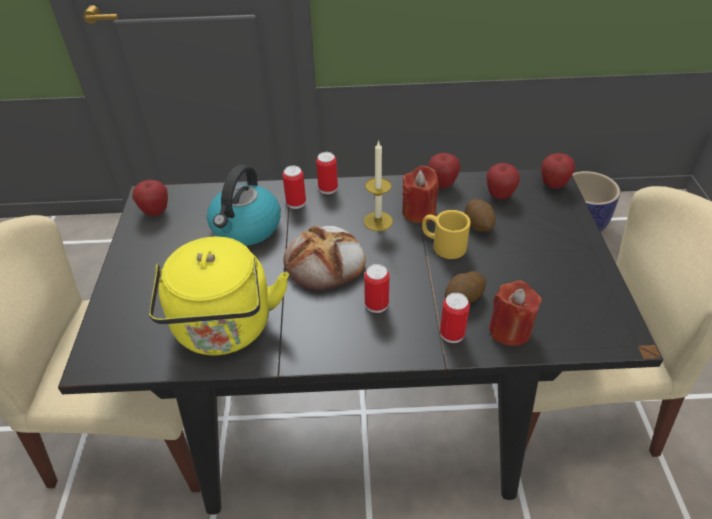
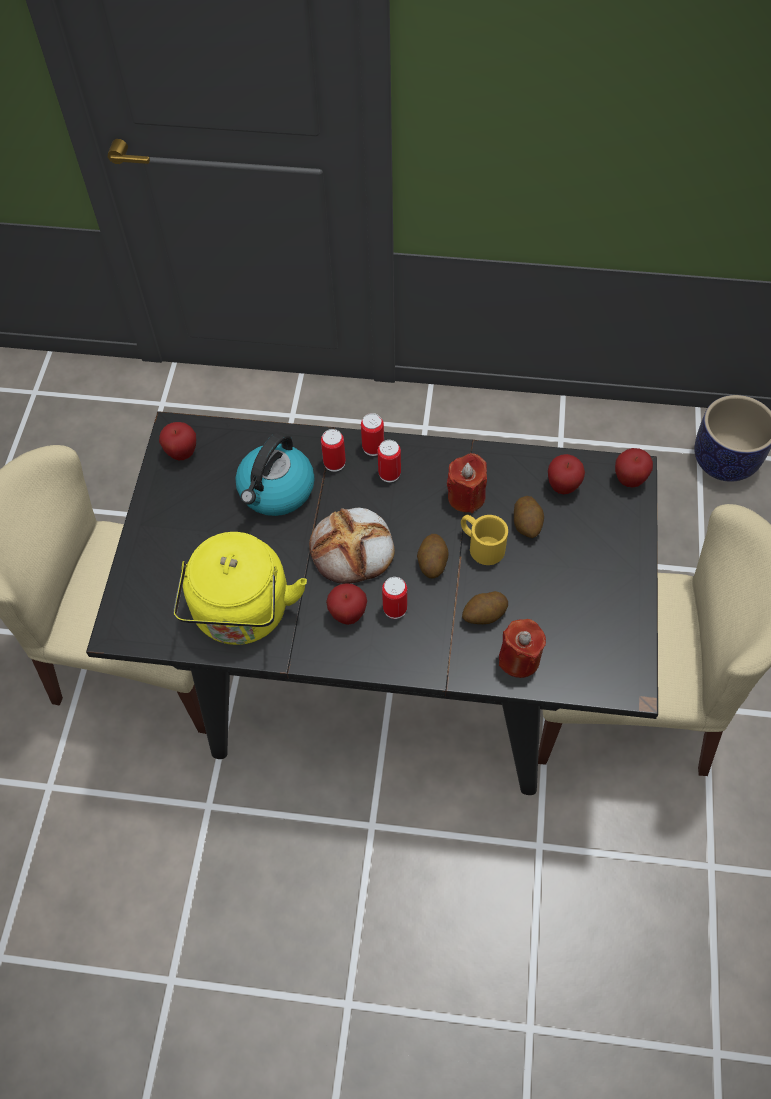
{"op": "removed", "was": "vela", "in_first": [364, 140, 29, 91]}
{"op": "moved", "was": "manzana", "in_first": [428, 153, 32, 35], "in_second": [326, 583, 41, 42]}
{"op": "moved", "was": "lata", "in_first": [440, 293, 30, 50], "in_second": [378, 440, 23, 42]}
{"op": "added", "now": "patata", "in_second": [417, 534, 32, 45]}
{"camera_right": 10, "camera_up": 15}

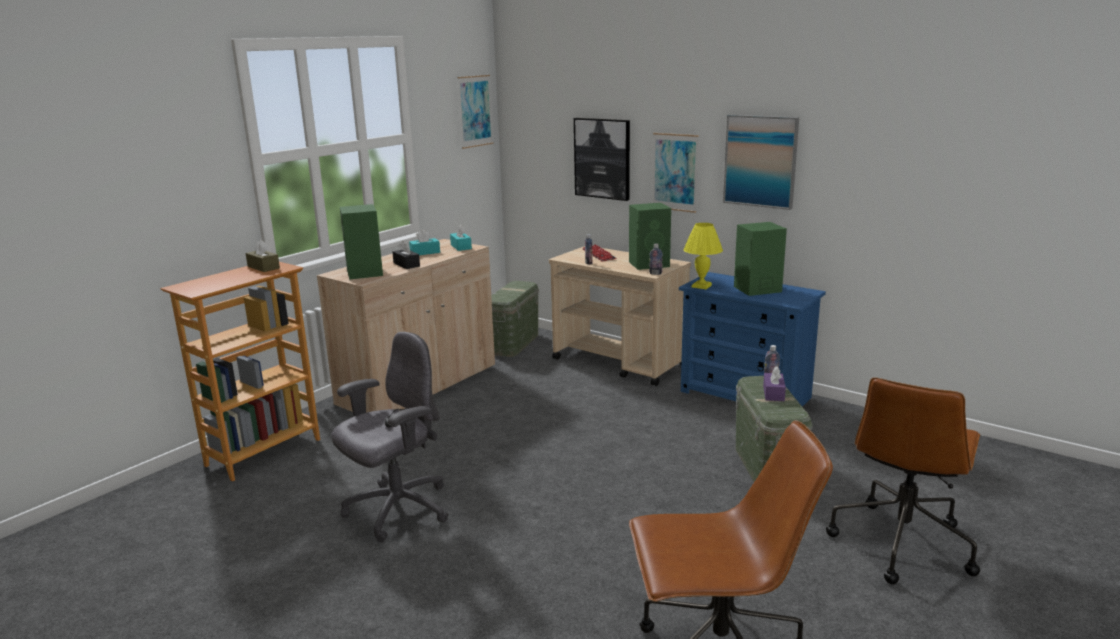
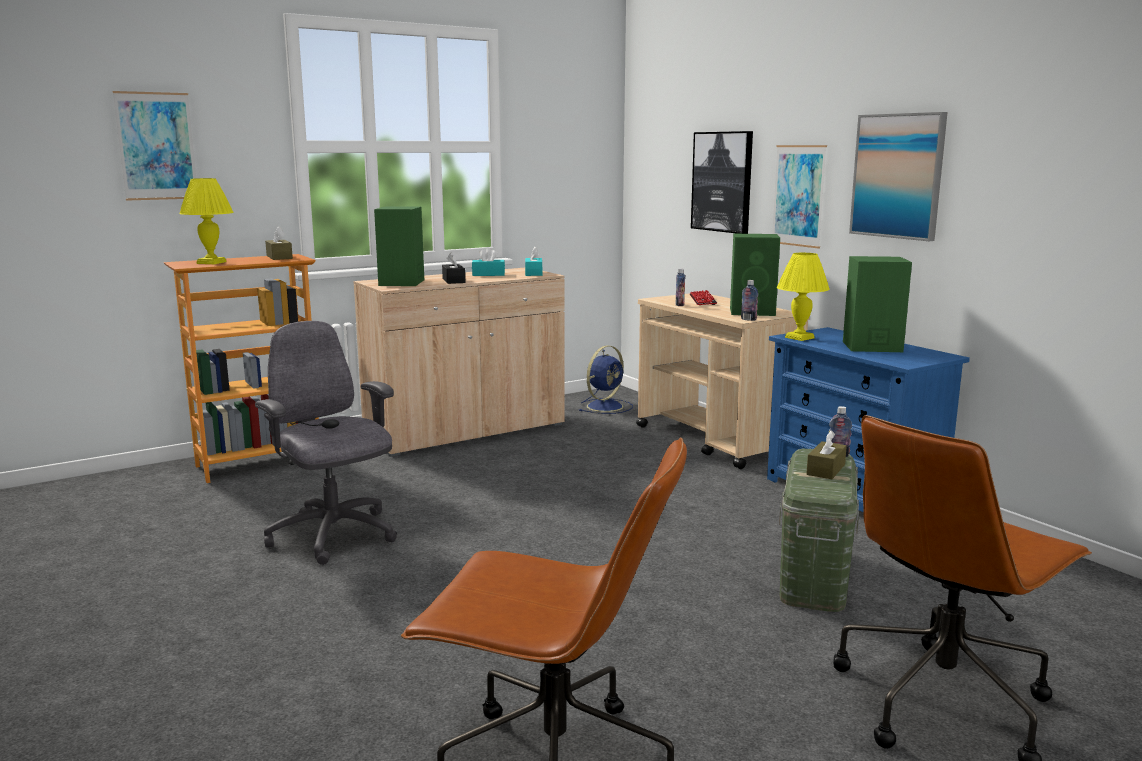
{"op": "turned", "was": "silla de oficina [gris]", "in_first": [331, 332, 118, 210], "in_second": [255, 321, 142, 244], "clockwise": -105}
{"op": "moved", "was": "cuadro", "in_first": [458, 75, 35, 74], "in_second": [113, 91, 83, 110]}
{"op": "replaced", "was": "caja de almacenaje [verde]", "now": "ventilador [azul]", "in_first": [491, 281, 48, 76], "in_second": [579, 345, 54, 69]}
{"op": "recoloured", "was": "caja de pañuelos [morado]", "now": "caja de pañuelos [marrón]", "in_first": [763, 366, 23, 35], "in_second": [806, 430, 41, 49]}
{"op": "added", "now": "lámpara de mesa [amarillo]", "in_second": [179, 178, 55, 86]}
{"camera_right": 20, "camera_up": -5}

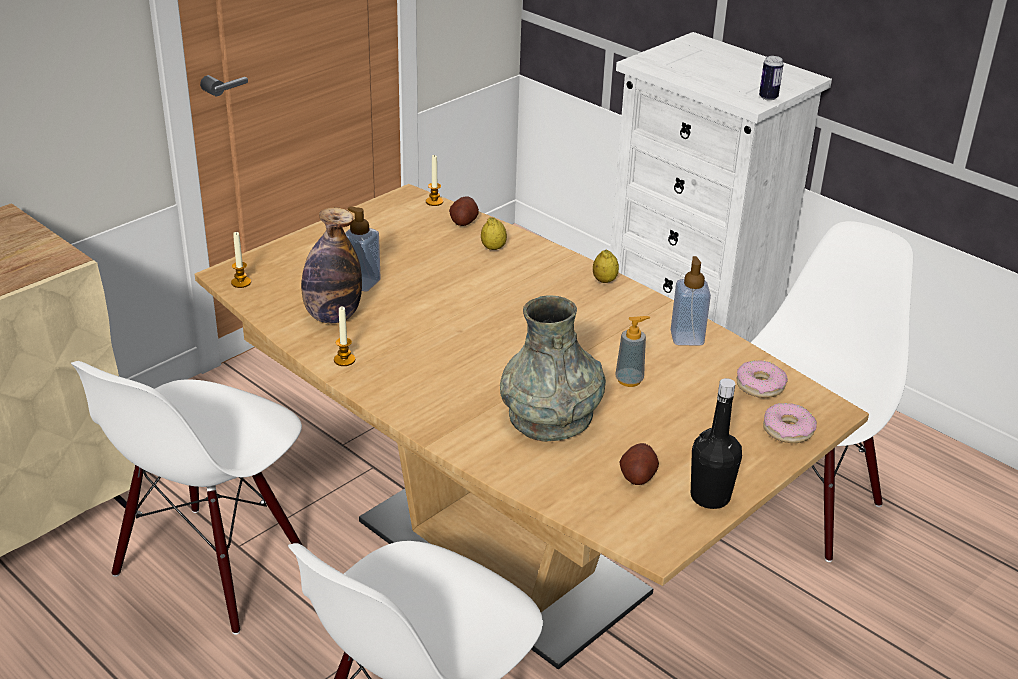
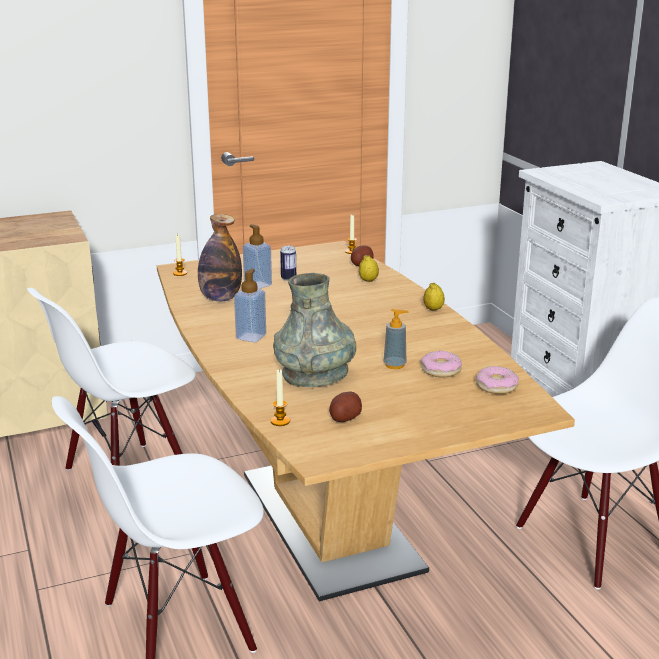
{"op": "moved", "was": "vela", "in_first": [334, 306, 21, 60], "in_second": [271, 369, 19, 57]}
{"op": "moved", "was": "dispensador de jabón", "in_first": [671, 256, 40, 90], "in_second": [234, 269, 32, 73]}
{"op": "removed", "was": "botella [negro]", "in_first": [691, 378, 51, 131]}
{"op": "moved", "was": "lata", "in_first": [759, 56, 24, 45], "in_second": [280, 246, 16, 35]}
{"op": "moved", "was": "rosquilla", "in_first": [763, 403, 54, 40], "in_second": [421, 351, 41, 26]}
{"camera_right": 25, "camera_up": -10}

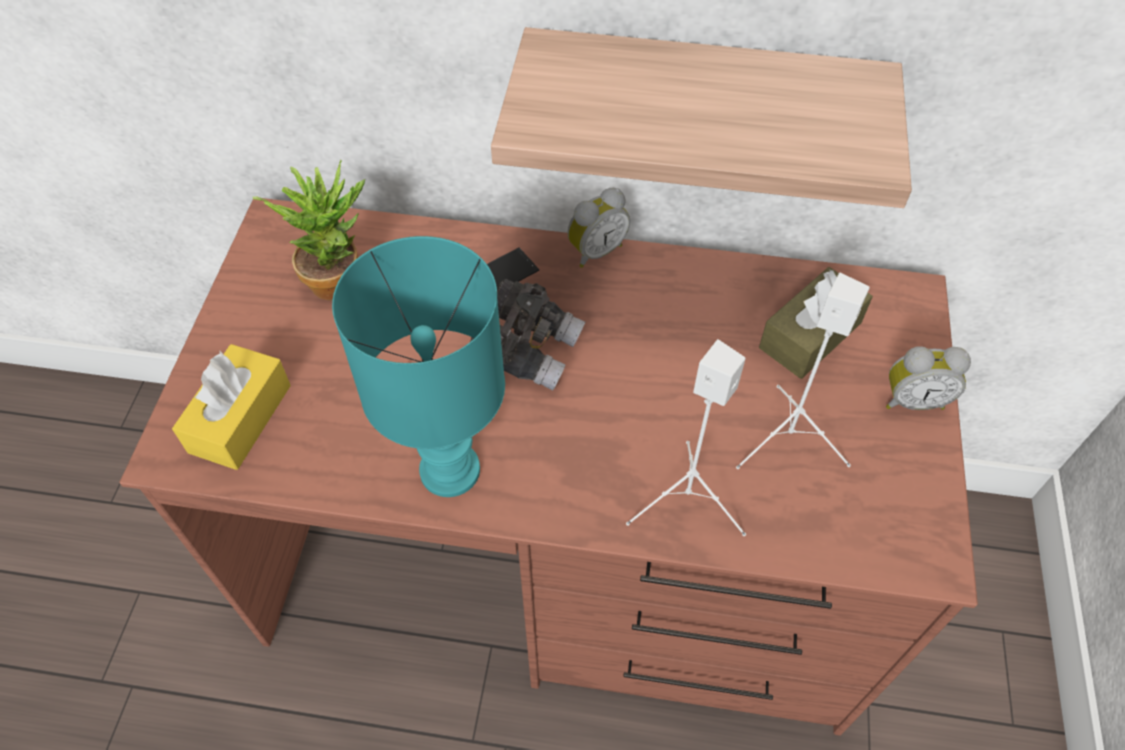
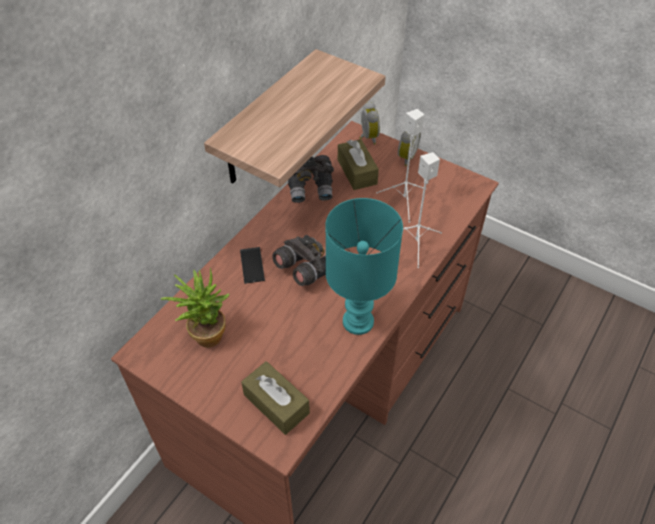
{"op": "recoloured", "was": "caja de pañuelos [amarillo]", "now": "caja de pañuelos [marrón]", "in_first": [172, 344, 119, 126], "in_second": [241, 361, 69, 74]}
{"op": "moved", "was": "despertador", "in_first": [567, 188, 63, 80], "in_second": [360, 101, 20, 44]}
{"op": "added", "now": "prismáticos [gris]", "in_second": [288, 155, 46, 48]}
{"camera_right": -65, "camera_up": -5}

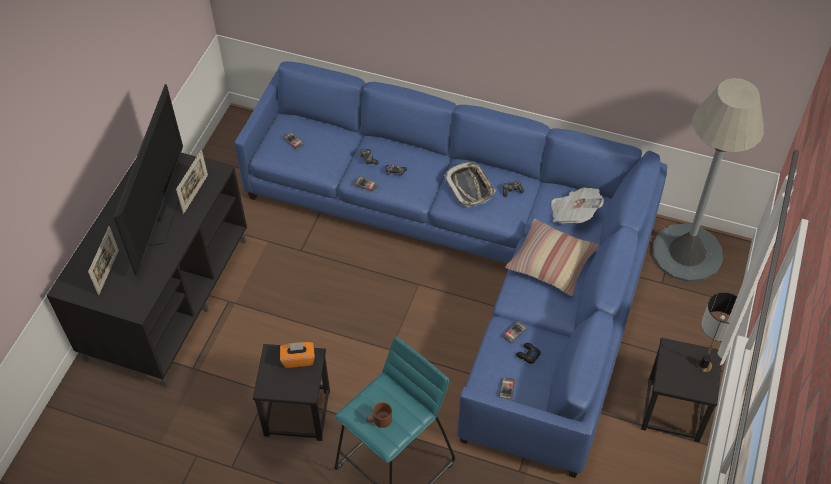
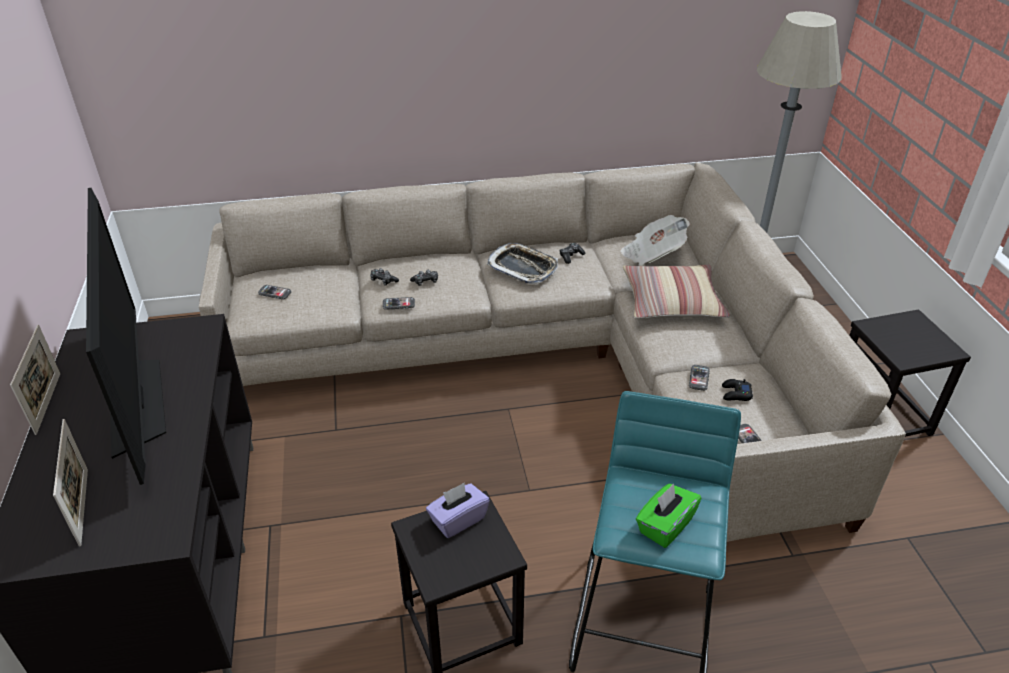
{"op": "moved", "was": "portarretratos", "in_first": [176, 150, 32, 64], "in_second": [10, 325, 50, 110]}
{"op": "recoloured", "was": "sofá [azul]", "now": "sofá [beis]", "in_first": [235, 61, 432, 417], "in_second": [199, 162, 707, 380]}
{"op": "recoloured", "was": "caja de pañuelos [naranja]", "now": "caja de pañuelos [morado]", "in_first": [280, 342, 35, 26], "in_second": [426, 483, 64, 55]}
{"op": "replaced", "was": "taza grande [marrón]", "now": "caja de pañuelos [verde]", "in_first": [367, 402, 25, 26], "in_second": [636, 484, 65, 64]}
{"op": "removed", "was": "lámpara de mesa", "in_first": [696, 292, 46, 80]}
{"camera_right": -30, "camera_up": -15}

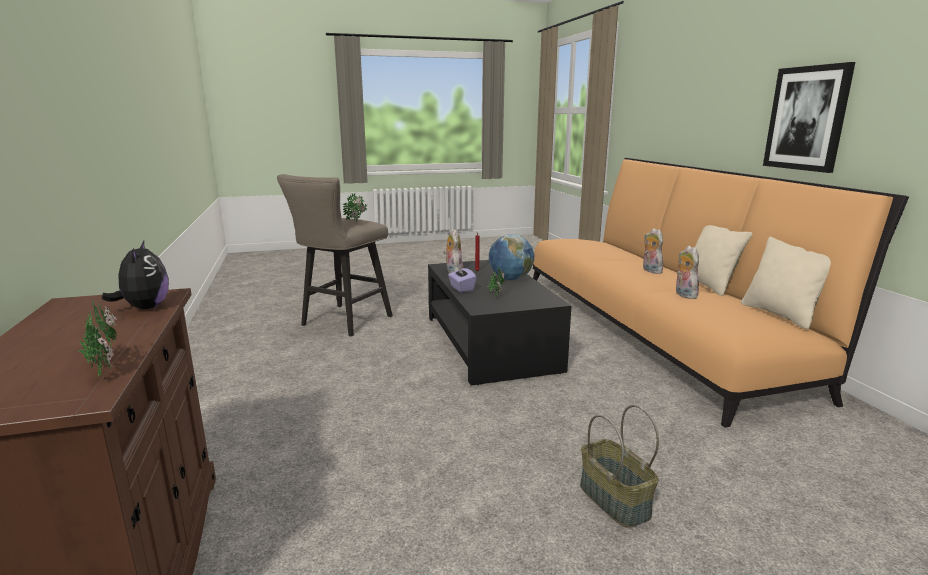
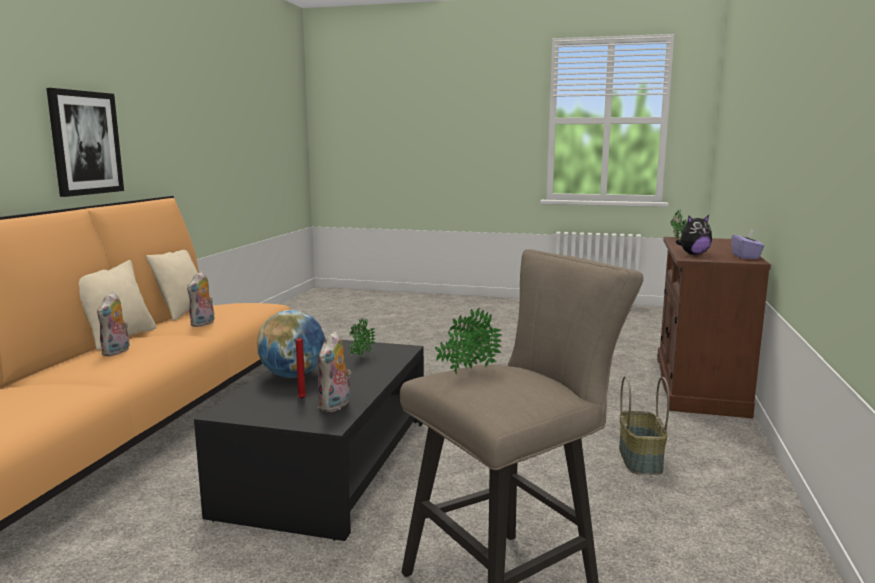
{"op": "turned", "was": "peluche", "in_first": [102, 241, 67, 68], "in_second": [676, 215, 36, 40], "clockwise": -120}
{"op": "moved", "was": "caja de pañuelos [morado]", "in_first": [448, 265, 29, 28], "in_second": [731, 229, 33, 30]}
{"op": "moved", "was": "cesta", "in_first": [580, 405, 79, 123], "in_second": [619, 376, 51, 99]}
{"camera_right": -150, "camera_up": -5}

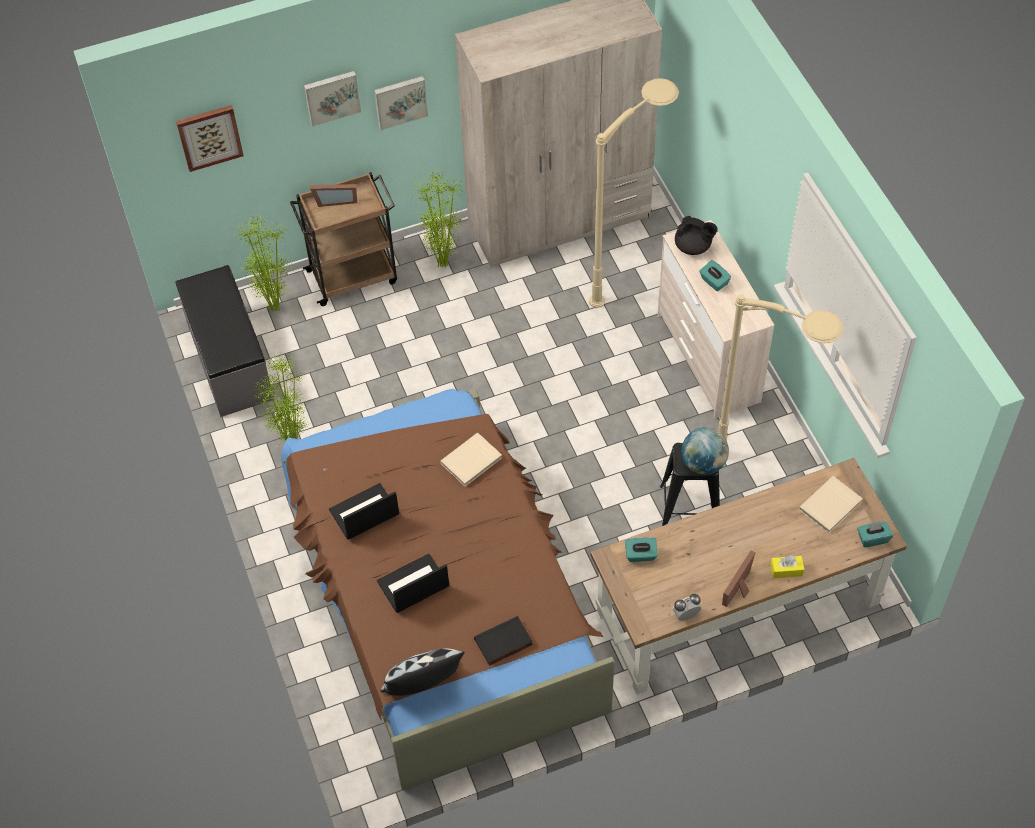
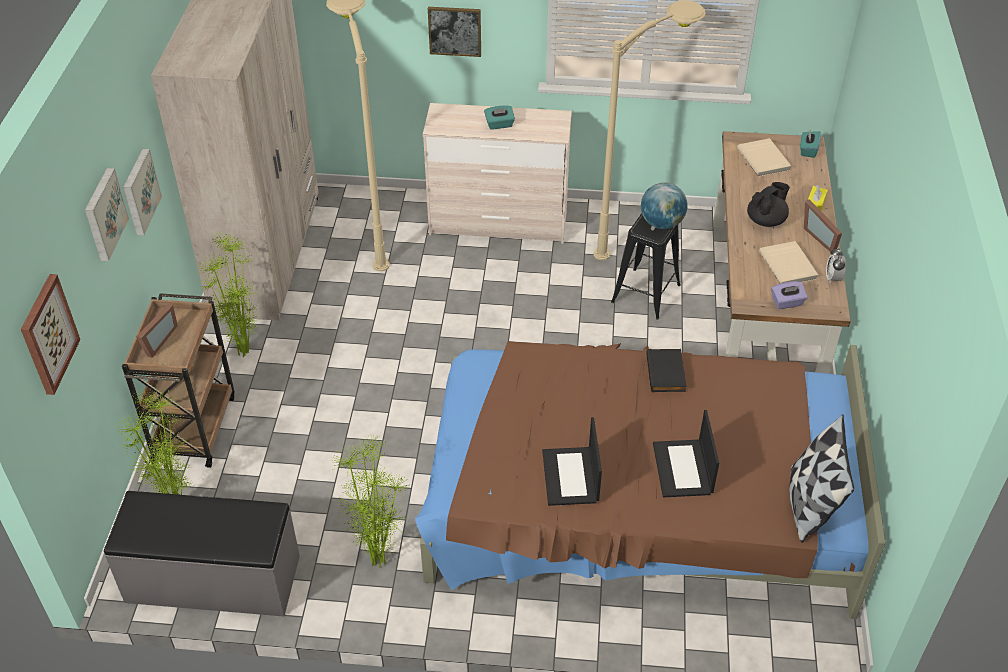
{"op": "moved", "was": "libro [beis]", "in_first": [440, 433, 62, 53], "in_second": [759, 241, 59, 43]}
{"op": "moved", "was": "libro [negro]", "in_first": [474, 616, 59, 50], "in_second": [646, 349, 41, 43]}
{"op": "removed", "was": "caja de pañuelos [turquesa]", "in_first": [625, 537, 33, 25]}
{"op": "moved", "was": "tetera [negro]", "in_first": [675, 216, 43, 39], "in_second": [747, 182, 43, 45]}
{"op": "added", "now": "cuadro", "in_second": [428, 7, 53, 50]}
{"op": "added", "now": "caja de pañuelos [morado]", "in_second": [771, 281, 37, 28]}
{"camera_right": -65, "camera_up": -10}

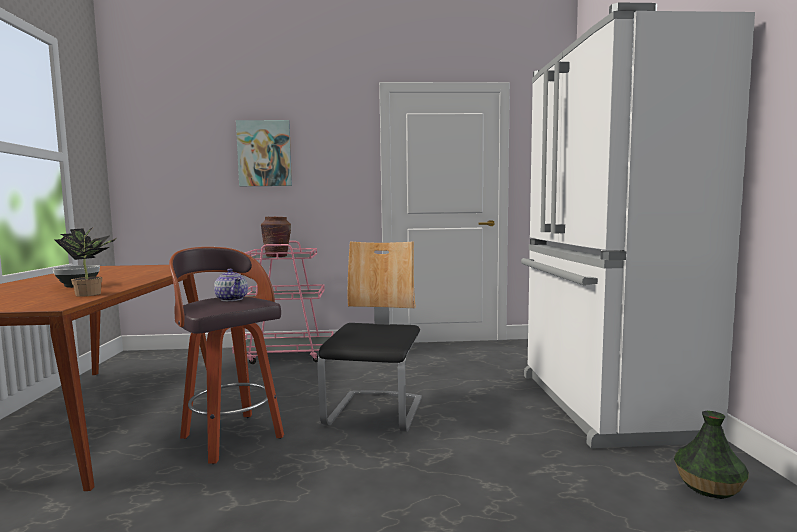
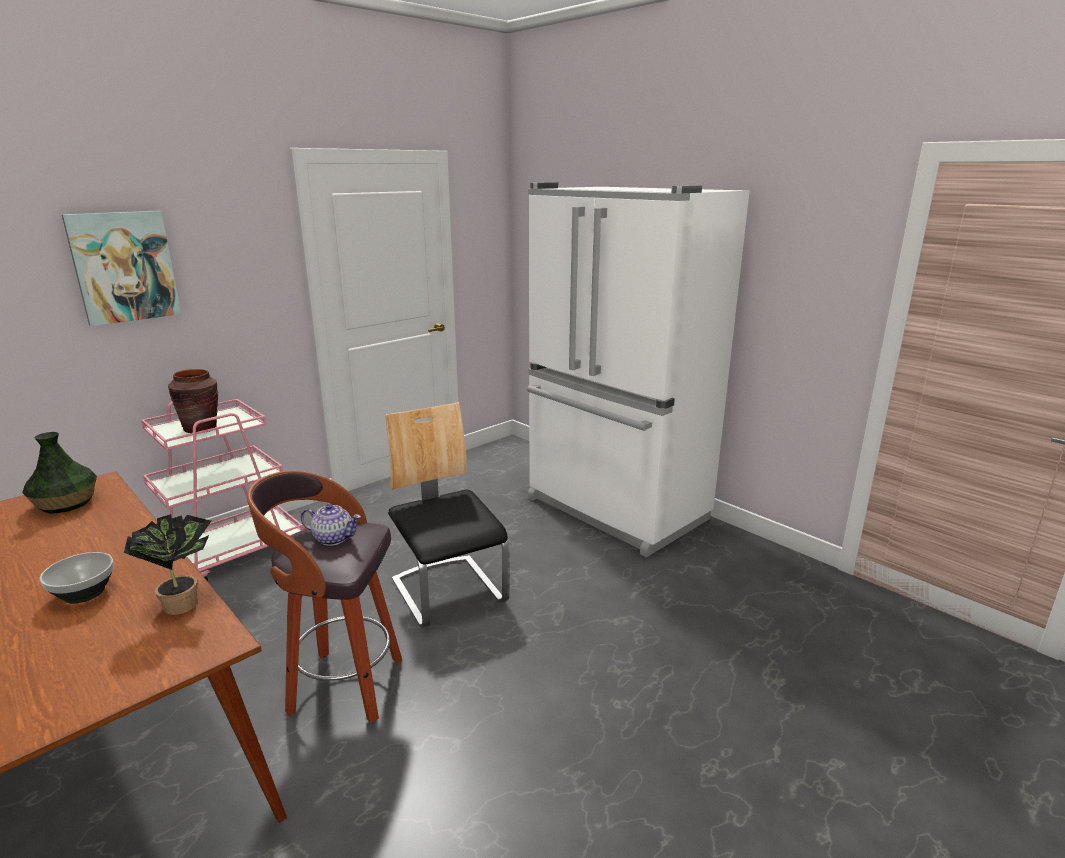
{"op": "moved", "was": "florero", "in_first": [674, 411, 75, 88], "in_second": [22, 432, 75, 82]}
{"camera_right": -40, "camera_up": 15}

